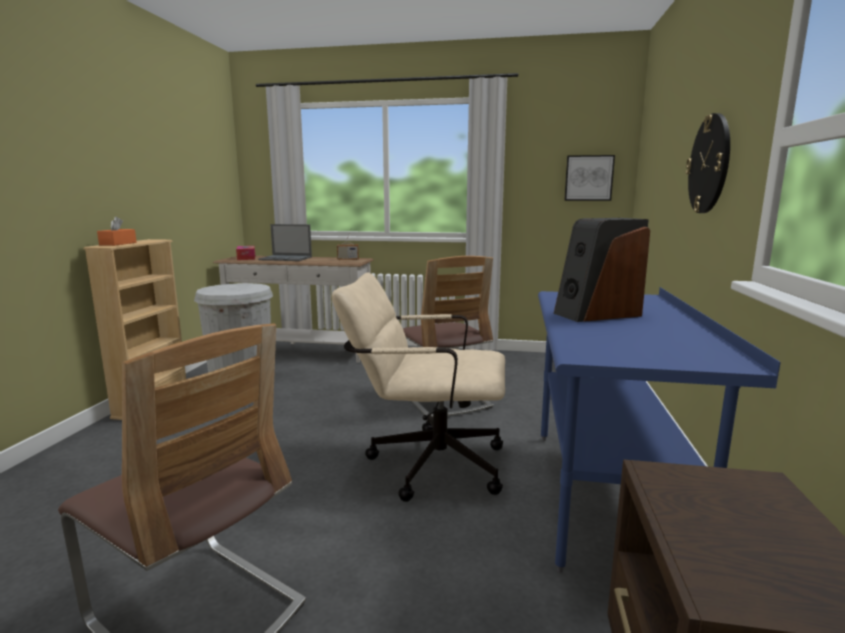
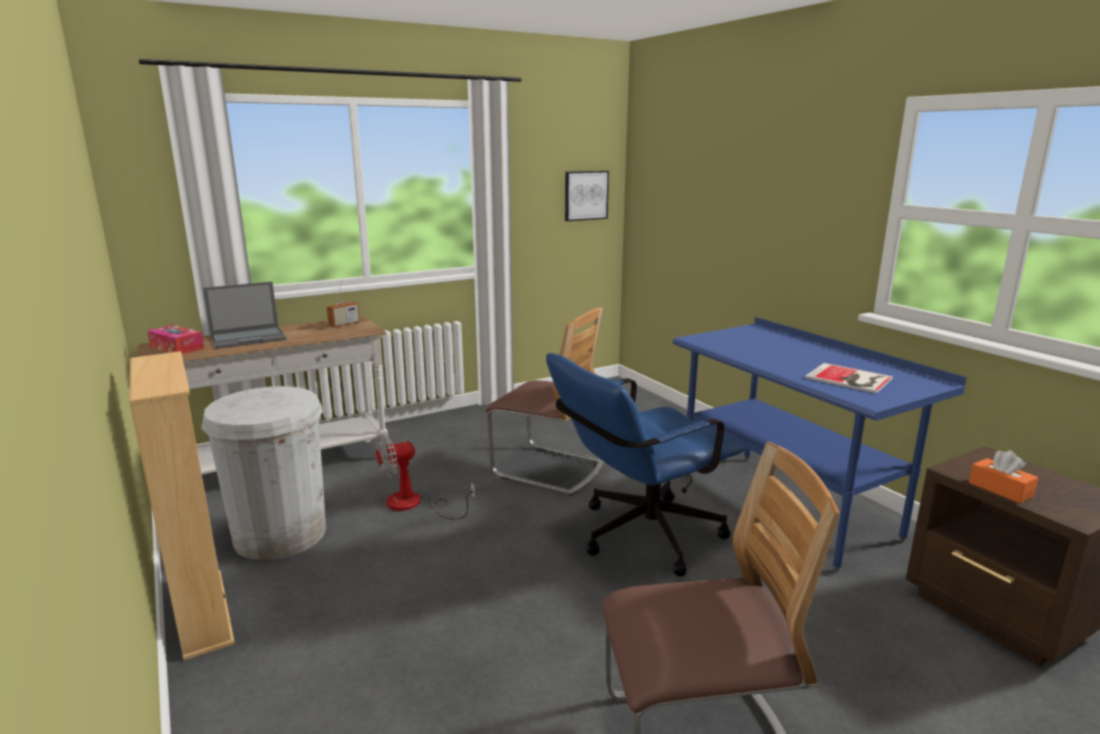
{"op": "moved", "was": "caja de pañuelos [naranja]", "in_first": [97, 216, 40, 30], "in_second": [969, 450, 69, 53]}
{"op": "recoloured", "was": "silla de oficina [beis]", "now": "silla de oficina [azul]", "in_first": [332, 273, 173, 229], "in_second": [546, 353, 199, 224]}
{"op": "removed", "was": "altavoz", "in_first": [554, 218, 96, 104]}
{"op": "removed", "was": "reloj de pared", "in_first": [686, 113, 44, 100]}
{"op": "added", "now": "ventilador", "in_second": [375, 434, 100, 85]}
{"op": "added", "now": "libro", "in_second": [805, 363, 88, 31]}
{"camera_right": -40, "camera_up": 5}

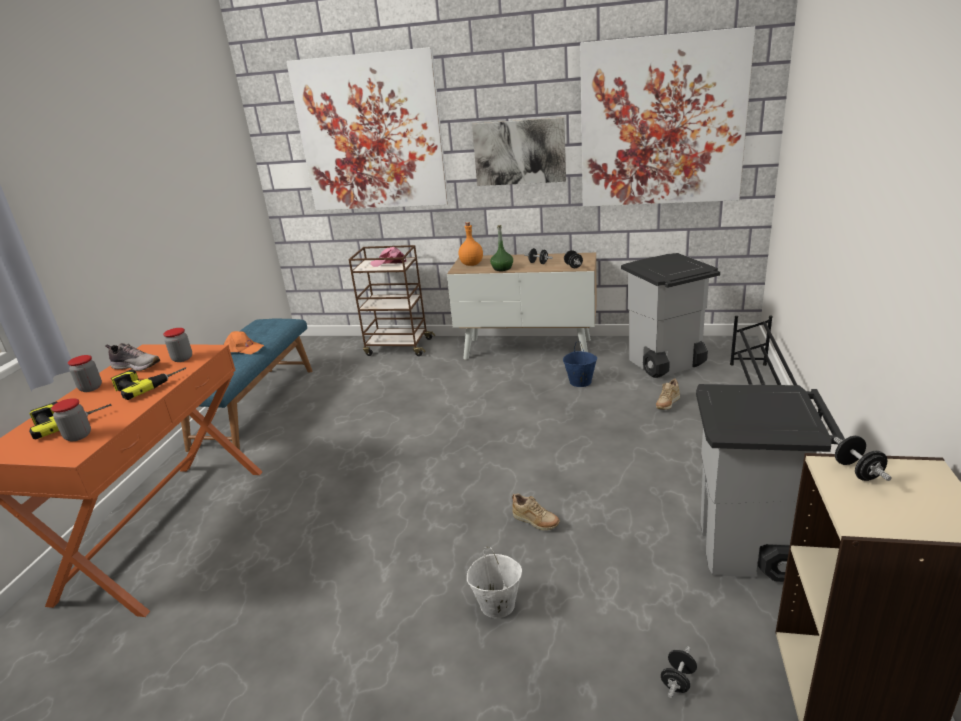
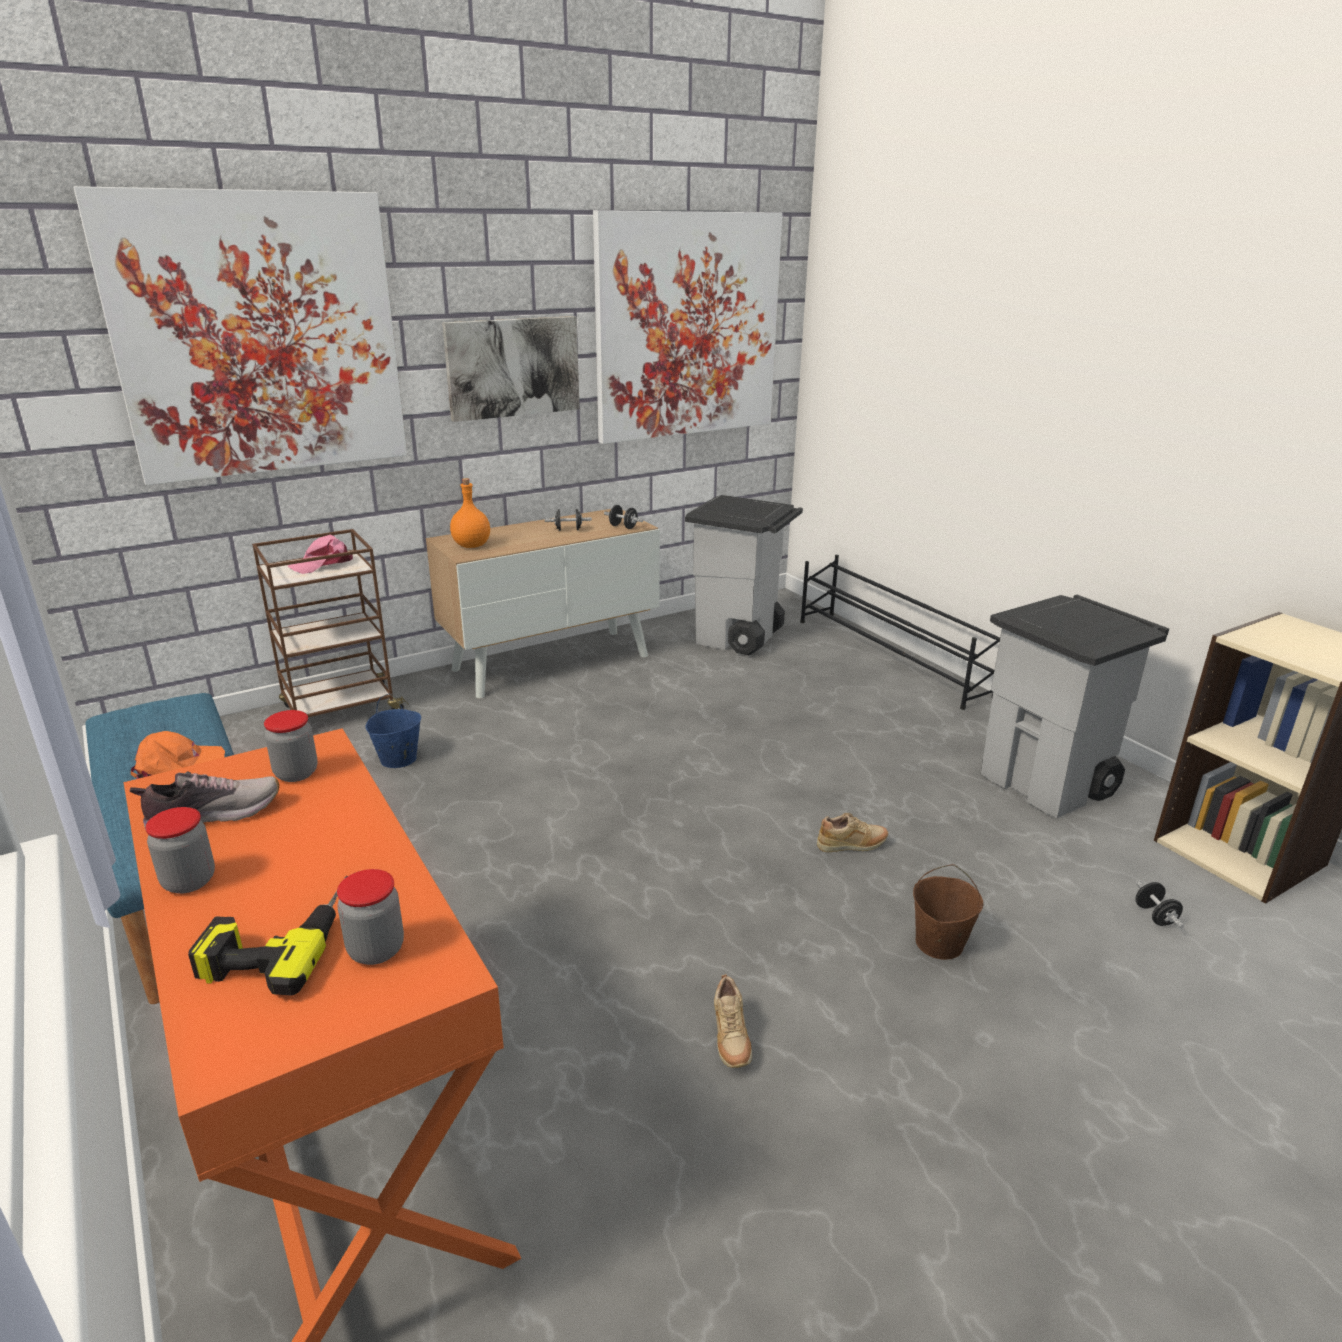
{"op": "removed", "was": "taladro", "in_first": [111, 367, 75, 33]}
{"op": "recoloured", "was": "cubo [blanco]", "now": "cubo [marrón]", "in_first": [467, 547, 55, 71], "in_second": [913, 864, 70, 96]}
{"op": "removed", "was": "botella [verde]", "in_first": [490, 225, 23, 46]}
{"op": "moved", "was": "cubo [azul]", "in_first": [563, 341, 34, 46], "in_second": [366, 694, 55, 74]}
{"op": "moved", "was": "zapato [beis]", "in_first": [656, 379, 24, 31], "in_second": [714, 974, 38, 94]}
{"op": "removed", "was": "mancuerna [negro]", "in_first": [834, 436, 58, 45]}
{"camera_right": -45, "camera_up": 0}

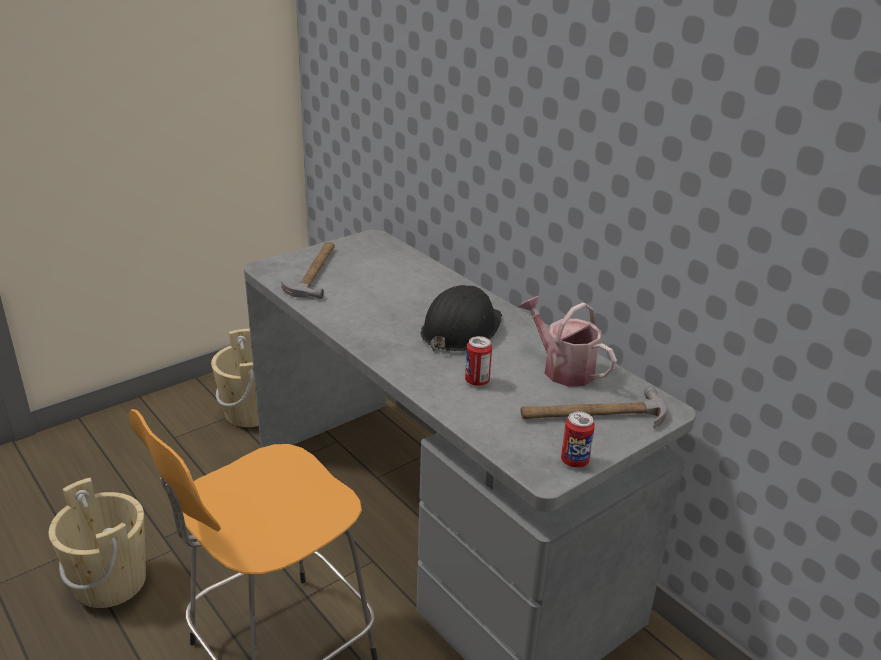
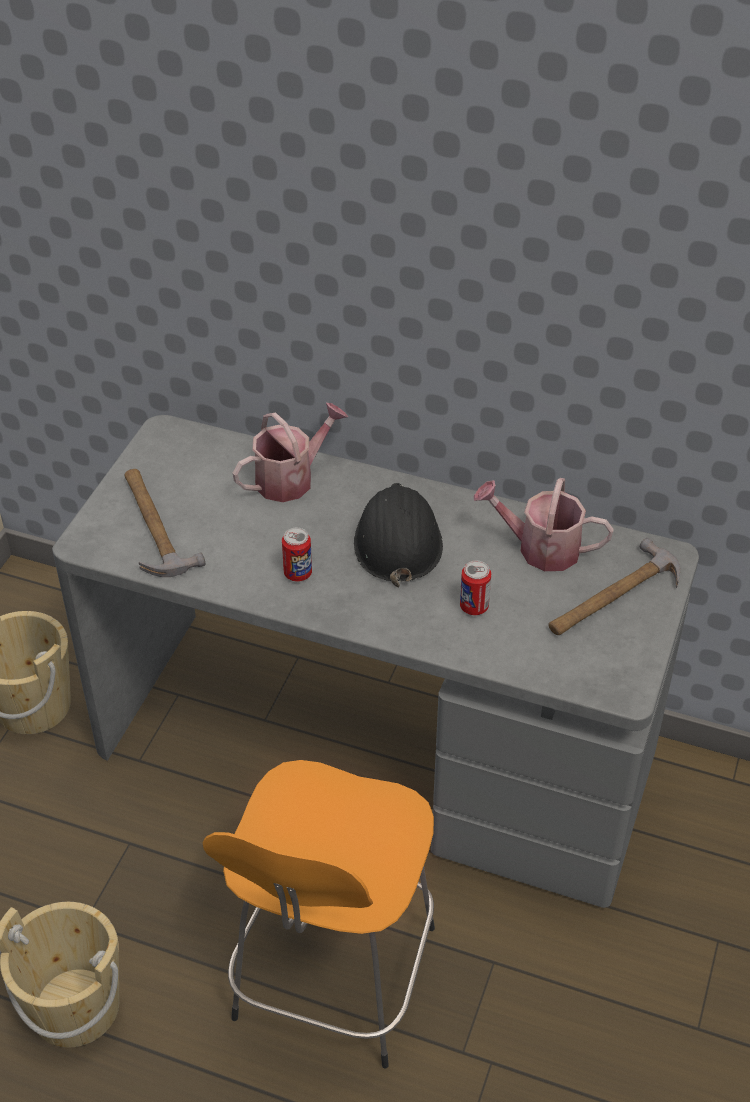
{"op": "moved", "was": "lata", "in_first": [561, 411, 34, 57], "in_second": [282, 528, 30, 54]}
{"op": "added", "now": "regadera", "in_second": [233, 403, 115, 99]}
{"camera_right": -30, "camera_up": 15}

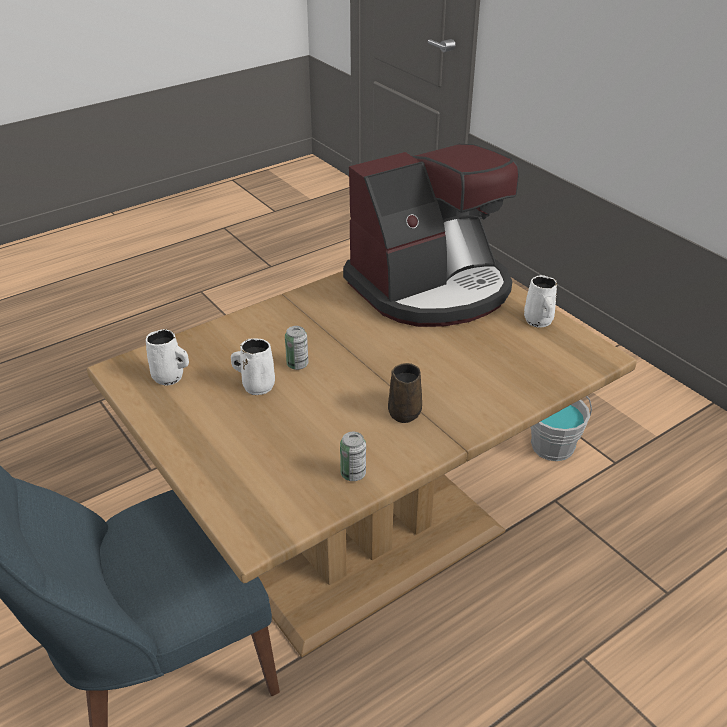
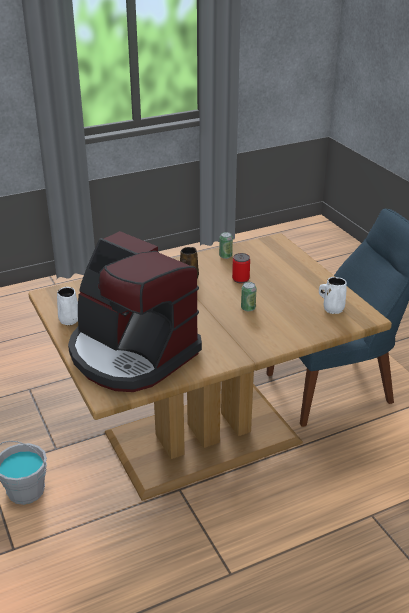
{"op": "removed", "was": "taza grande [blanco]", "in_first": [231, 338, 44, 57]}
{"op": "turned", "was": "cafetera", "in_first": [343, 144, 176, 183], "in_second": [68, 231, 134, 161], "clockwise": -120}
{"op": "added", "now": "lata", "in_second": [232, 253, 18, 30]}
{"camera_right": -170, "camera_up": -5}

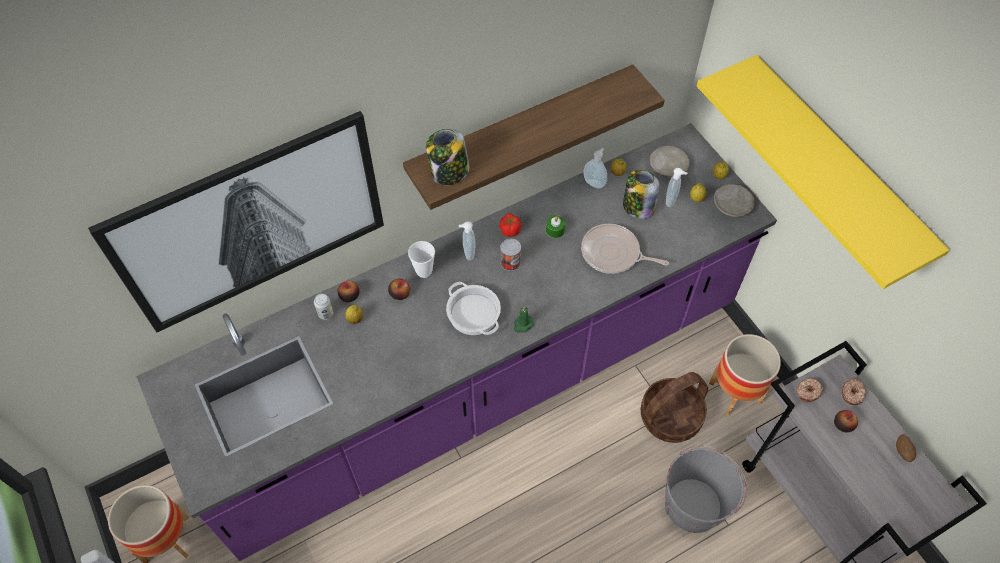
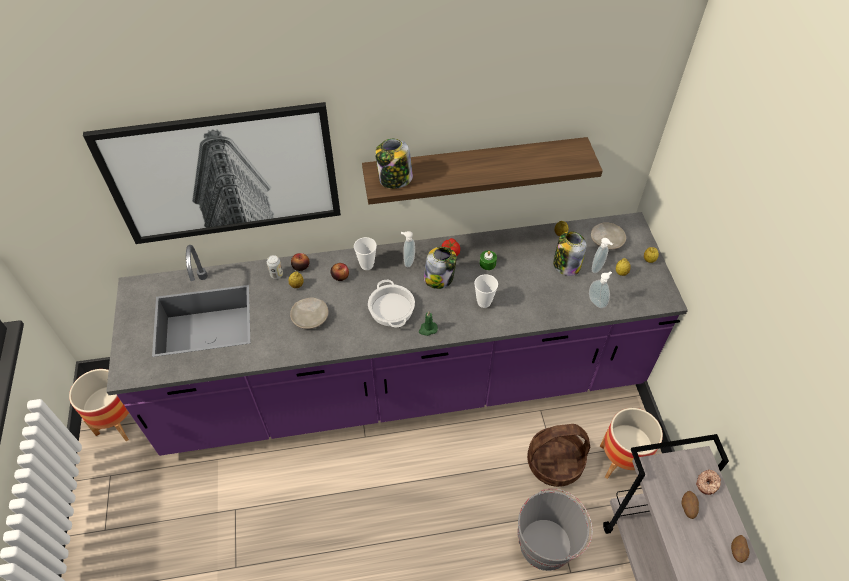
{"op": "replaced", "was": "lata", "now": "tarro", "in_first": [500, 239, 21, 32], "in_second": [424, 247, 33, 42]}
{"op": "removed", "was": "sartén", "in_first": [581, 224, 88, 50]}
{"op": "moved", "was": "dispensador de jabón", "in_first": [583, 148, 24, 40], "in_second": [589, 271, 23, 37]}
{"op": "removed", "was": "estante [amarillo]", "in_first": [697, 55, 253, 234]}
{"op": "moved", "was": "plato [beis]", "in_first": [714, 184, 41, 33], "in_second": [290, 298, 38, 31]}
{"op": "removed", "was": "rosquilla", "in_first": [797, 378, 26, 24]}
{"op": "replaced", "was": "manzana", "now": "patata", "in_first": [834, 410, 24, 22], "in_second": [681, 491, 18, 28]}
{"op": "added", "now": "taza", "in_second": [474, 274, 24, 34]}
{"camera_right": 20, "camera_up": -5}

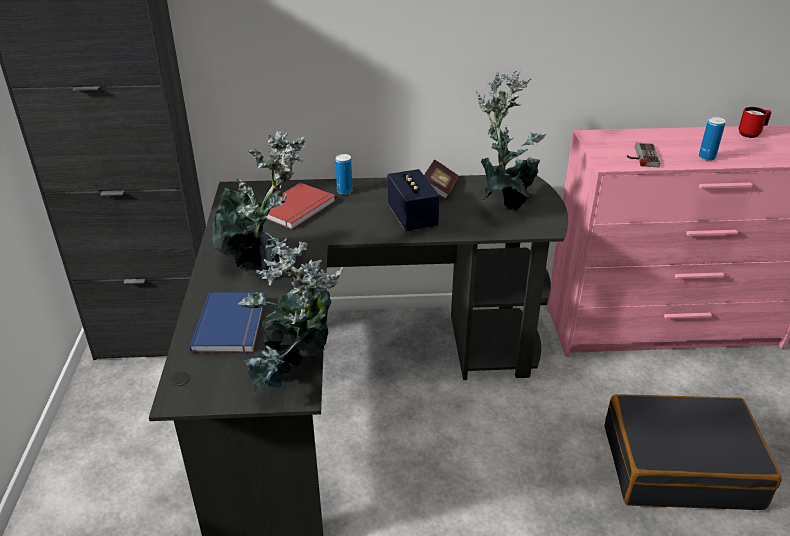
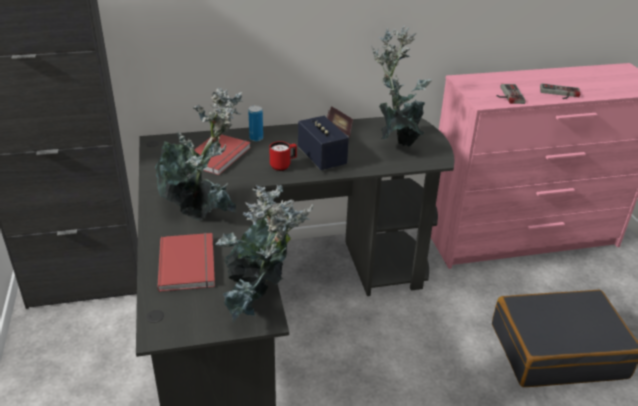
{"op": "recoloured", "was": "libro [azul]", "now": "libro [rojo]", "in_first": [190, 292, 75, 61], "in_second": [157, 233, 58, 59]}
{"op": "replaced", "was": "lata", "now": "mando de consola", "in_first": [699, 117, 27, 44], "in_second": [540, 83, 40, 16]}
{"op": "moved", "was": "taza grande [rojo]", "in_first": [739, 107, 33, 31], "in_second": [269, 141, 28, 30]}
{"camera_right": -10, "camera_up": 0}

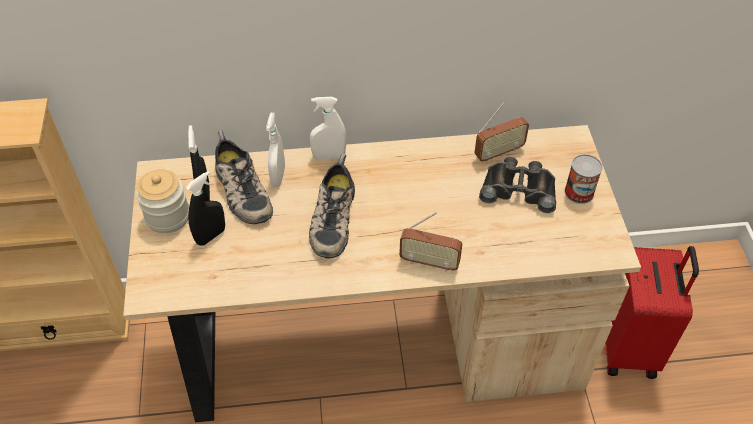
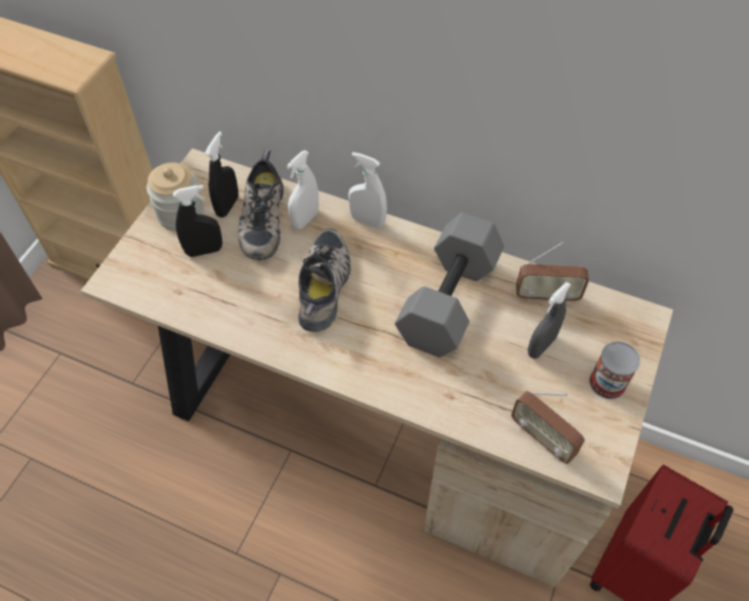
{"op": "turned", "was": "zapato", "in_first": [309, 154, 46, 105], "in_second": [298, 228, 53, 103], "clockwise": 150}
{"op": "moved", "was": "radio", "in_first": [399, 212, 63, 60], "in_second": [511, 391, 74, 73]}
{"op": "replaced", "was": "prismáticos [negro]", "now": "pulverizador [gris]", "in_first": [479, 157, 77, 56], "in_second": [528, 282, 43, 77]}
{"op": "added", "now": "mancuerna [gris]", "in_second": [395, 212, 109, 145]}
{"camera_right": 30, "camera_up": 5}

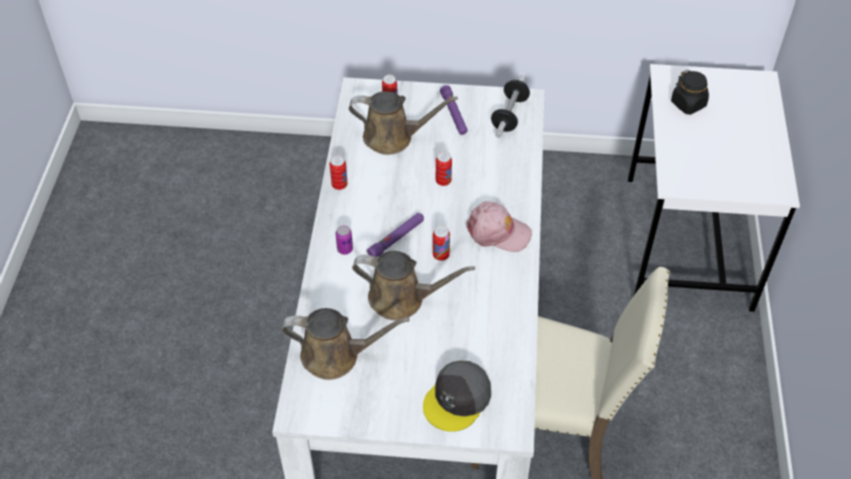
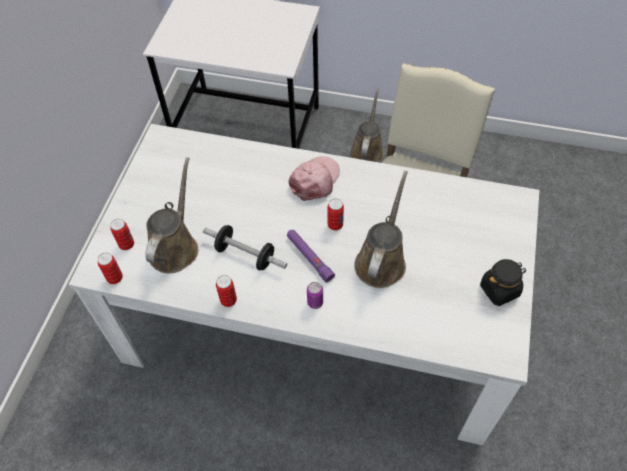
{"op": "moved", "was": "regadera [marrón]", "in_first": [281, 308, 129, 72], "in_second": [350, 89, 34, 73]}
{"op": "removed", "was": "gorra [gris]", "in_first": [423, 360, 68, 72]}
{"op": "moved", "was": "lata", "in_first": [436, 151, 16, 35], "in_second": [98, 253, 25, 31]}
{"op": "removed", "was": "linterna [morado]", "in_first": [440, 85, 28, 50]}
{"op": "moved", "was": "mancuerna", "in_first": [491, 75, 39, 63], "in_second": [203, 225, 84, 45]}
{"op": "moved", "was": "tarro [negro]", "in_first": [671, 70, 38, 45], "in_second": [480, 259, 47, 47]}
{"camera_right": -80, "camera_up": 5}

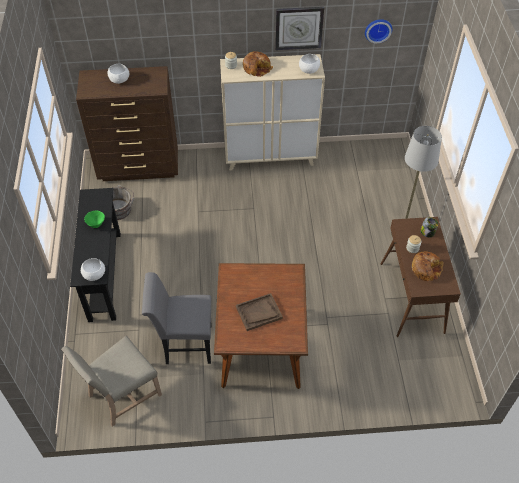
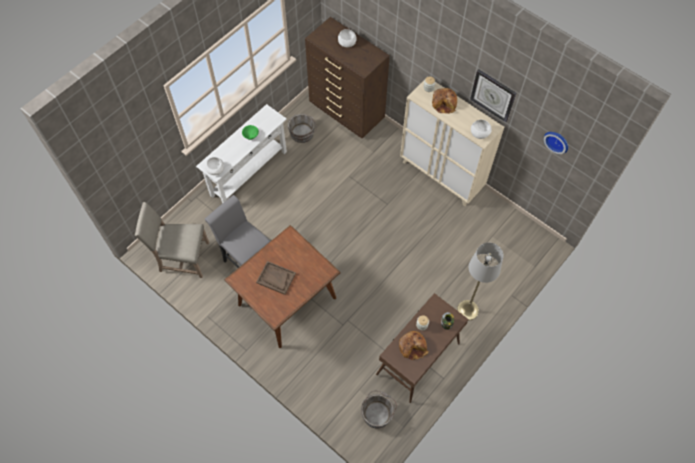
{"op": "recoloured", "was": "mesa consola [negro]", "now": "mesa consola [blanco]", "in_first": [70, 188, 51, 134], "in_second": [196, 104, 91, 99]}
{"op": "added", "now": "cubo [gris]", "in_second": [361, 391, 36, 38]}
{"camera_right": 45, "camera_up": 10}

